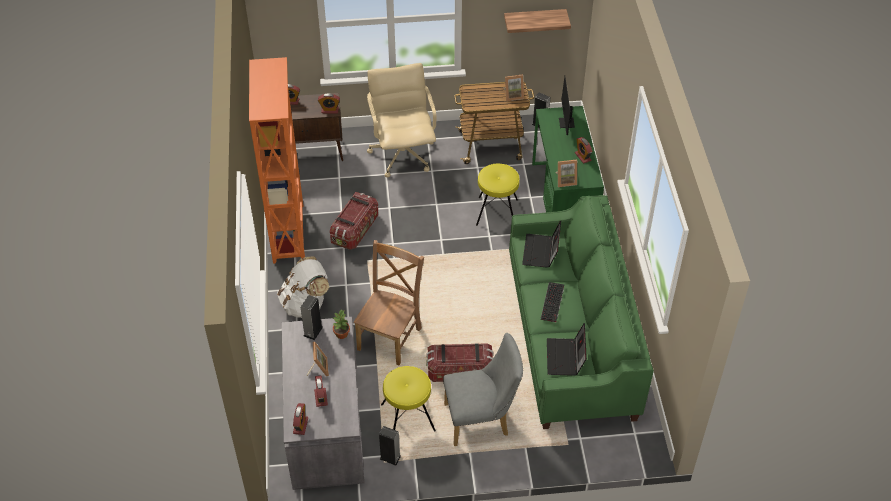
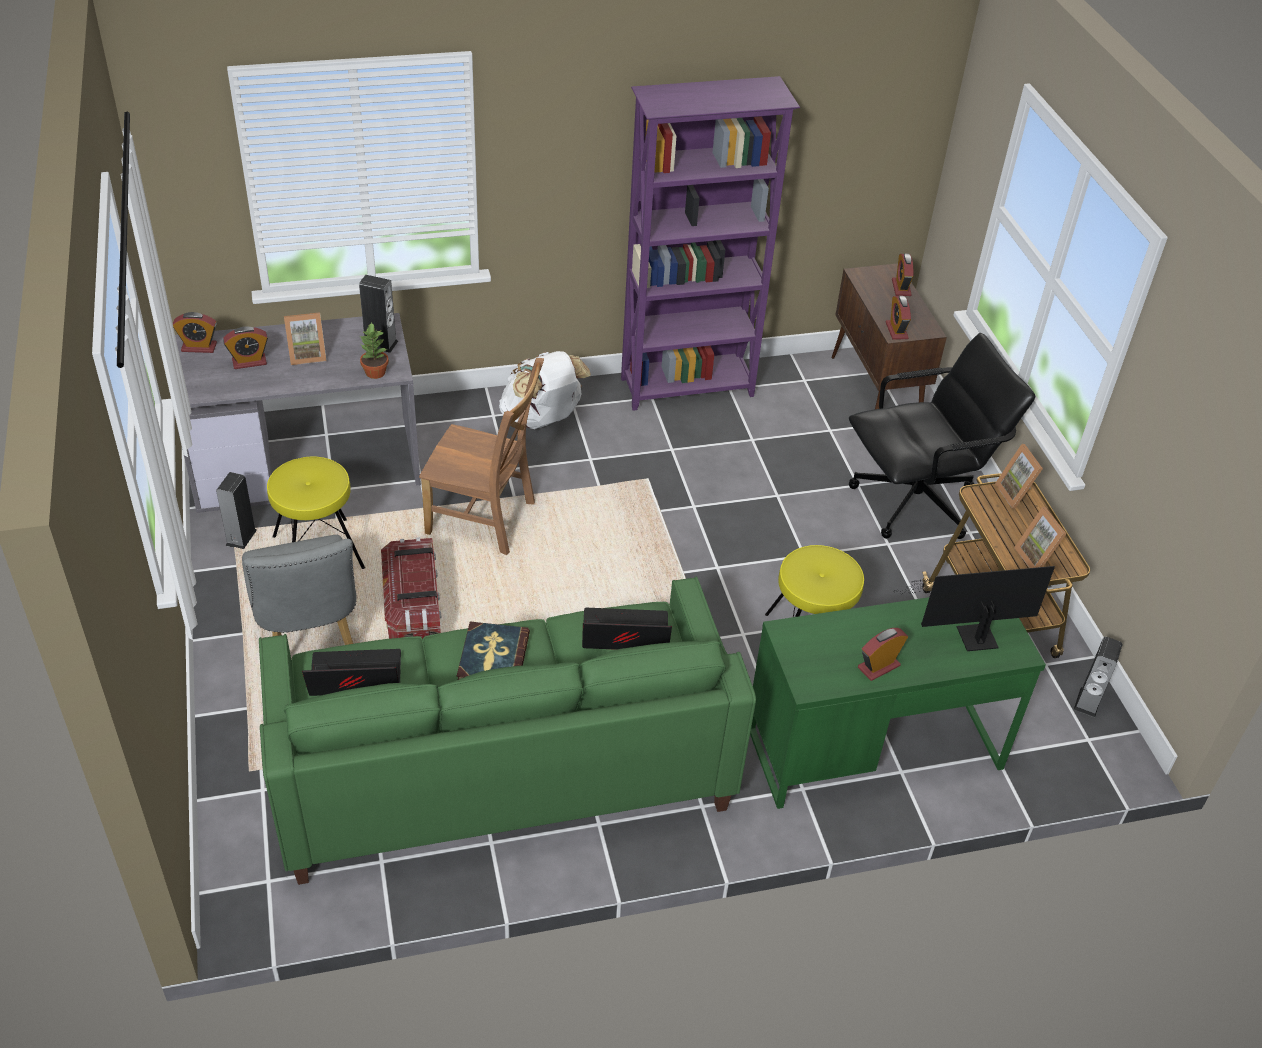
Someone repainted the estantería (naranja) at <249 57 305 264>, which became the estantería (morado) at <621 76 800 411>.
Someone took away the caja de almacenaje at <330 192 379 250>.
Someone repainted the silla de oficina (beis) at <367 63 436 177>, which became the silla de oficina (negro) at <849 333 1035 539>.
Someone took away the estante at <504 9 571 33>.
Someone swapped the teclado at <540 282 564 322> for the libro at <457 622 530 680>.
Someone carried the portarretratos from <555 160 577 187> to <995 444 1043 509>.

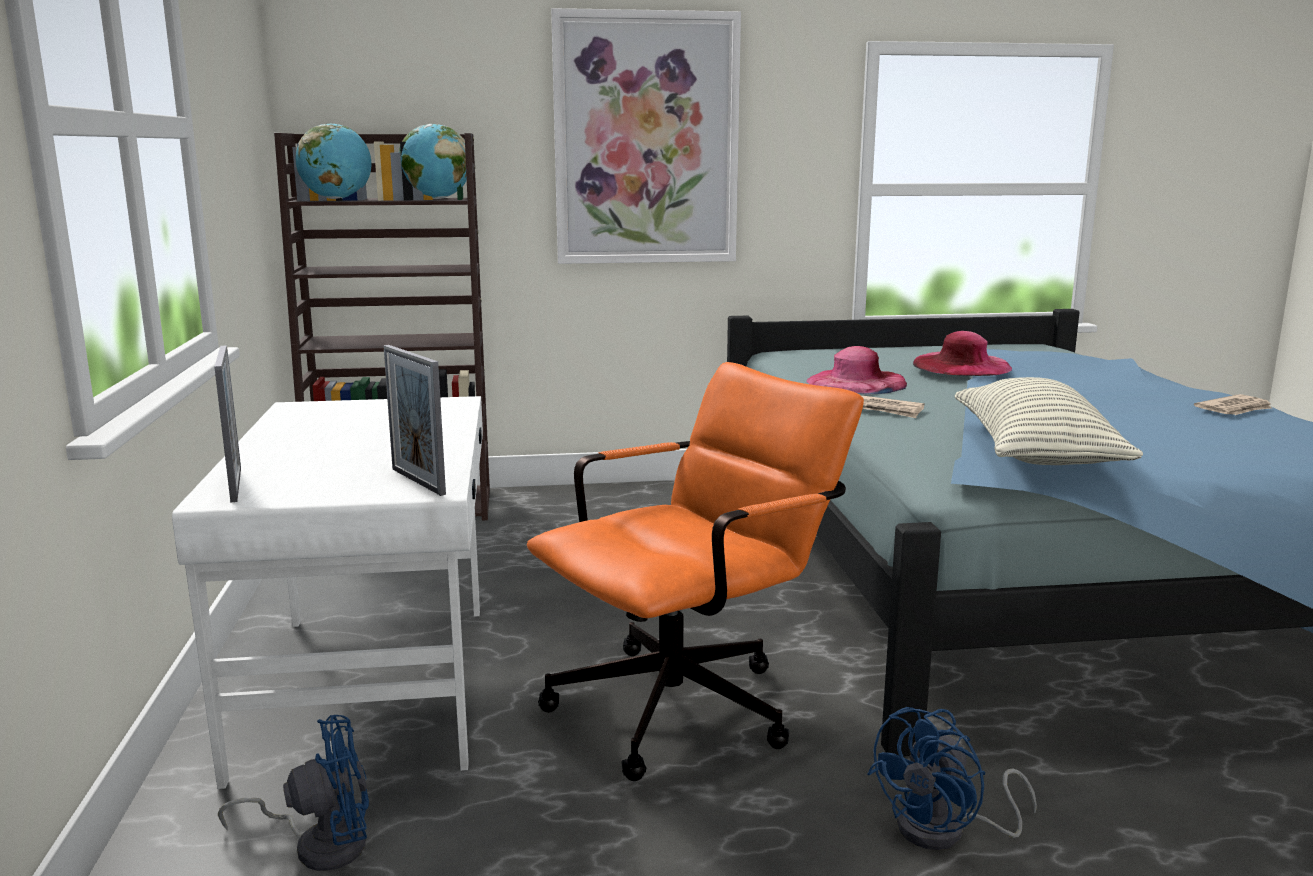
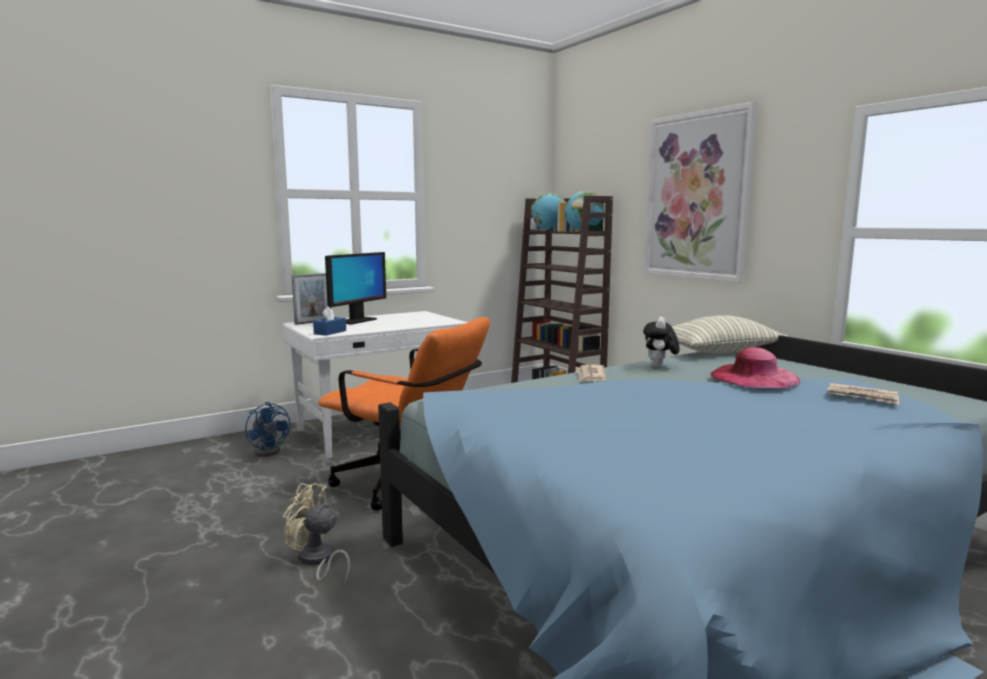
Someone swapped the portarretratos at <384 345 446 496> for the caja de pañuelos (azul) at <313 307 346 336>.
Someone swapped the sombrero (rosa) at <806 346 907 394> for the peluche at <643 316 680 367>.
Someone repainted the ventilador (azul) at <867 707 1037 850>, which became the ventilador (beis) at <283 483 350 585>.
Someone carried the cojín from <955 377 1143 465> to <672 315 789 354>.
Someone carried the periódico from <1194 394 1272 415> to <827 383 899 405>.
Someone put down the monitor at <325 252 386 325>.

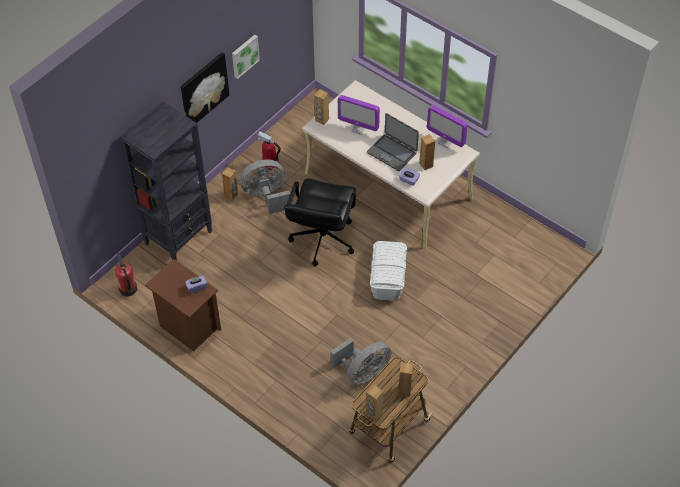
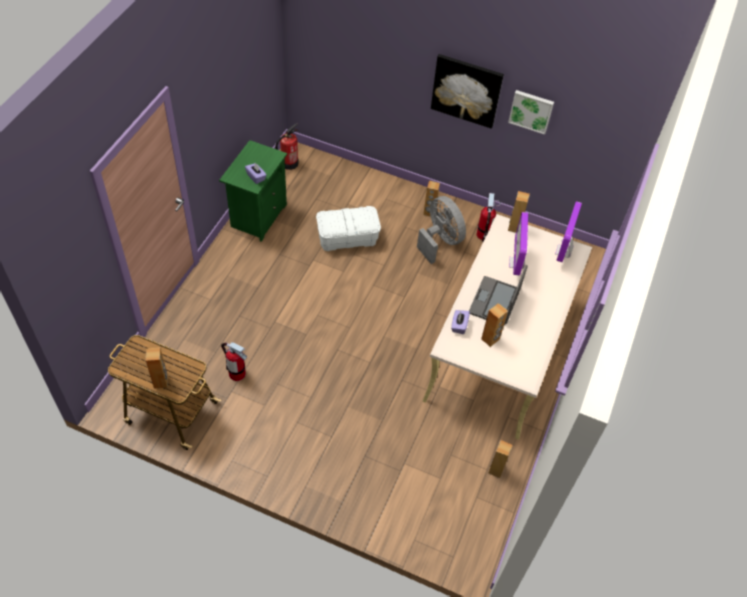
Someone took away the estantería (negro) at <120 101 212 261>.
Someone repainted the mesita de noche (marrón) at <145 259 221 351>, which became the mesita de noche (verde) at <219 140 287 242>.
Someone took away the silla de oficina (negro) at <284 179 356 266>.
Someone swapped the ventilador (gris) at <330 338 391 385> for the extintor at <221 342 247 381>.
Someone carried the altavoz (marrón) from <366 385 383 421> to <489 440 513 478>.
Someone carried the caja de almacenaje (blanco) from <370 241 407 301> to <316 206 381 251>.
Someone carried the monitor from <427 105 468 148> to <555 201 582 262>.

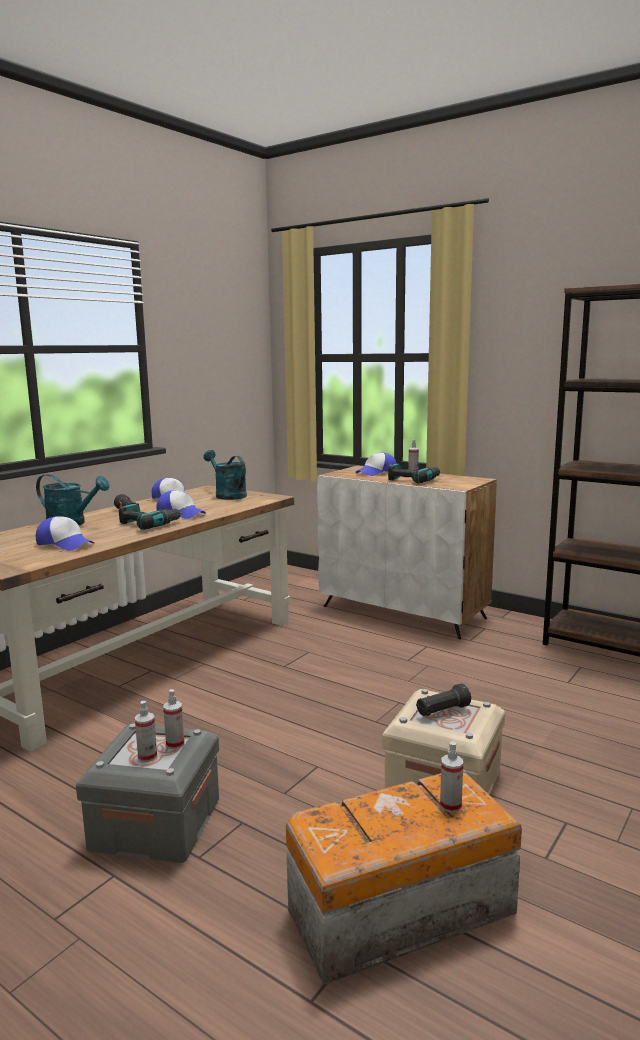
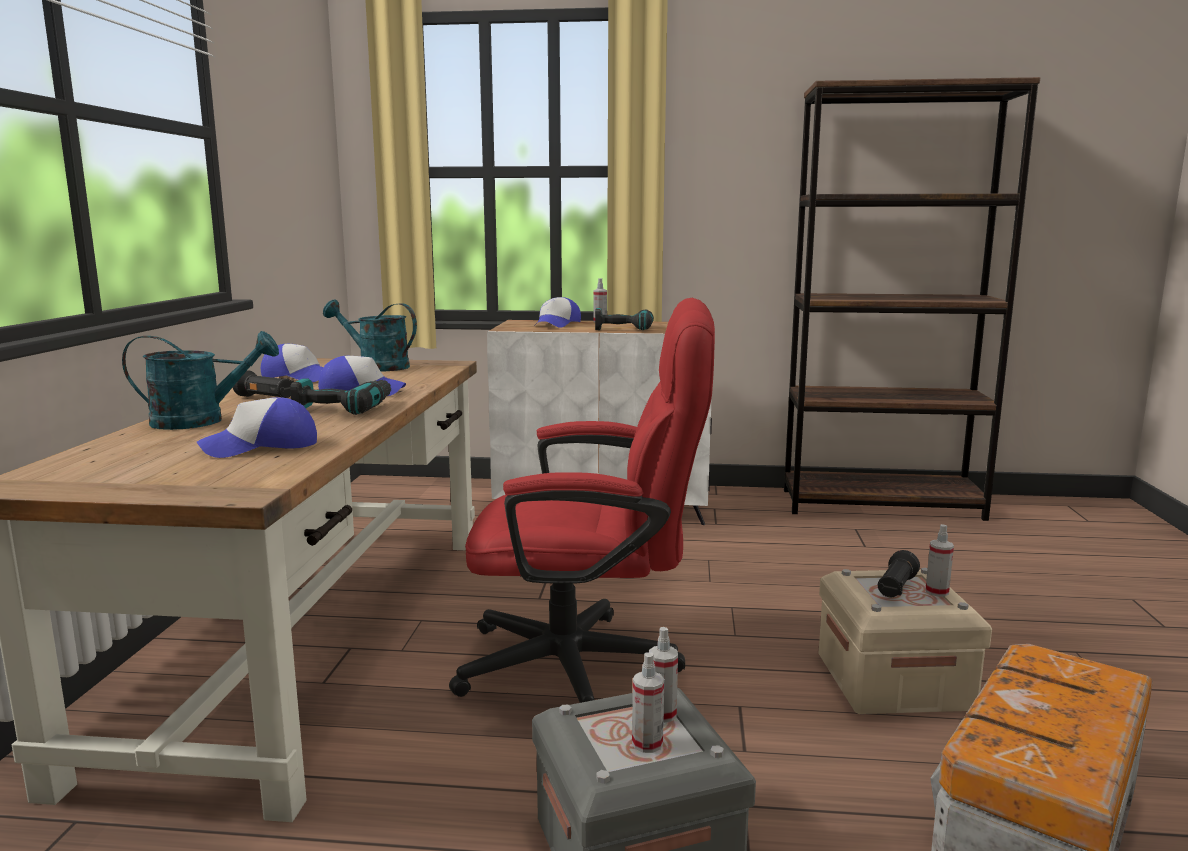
Someone rotated the gorra at <36 516 94 551> by 150 degrees clockwise.
Someone carried the pulverizador from <440 742 463 813> to <925 524 954 597>.
Someone put down the silla de oficina (rojo) at <449 298 715 703>.

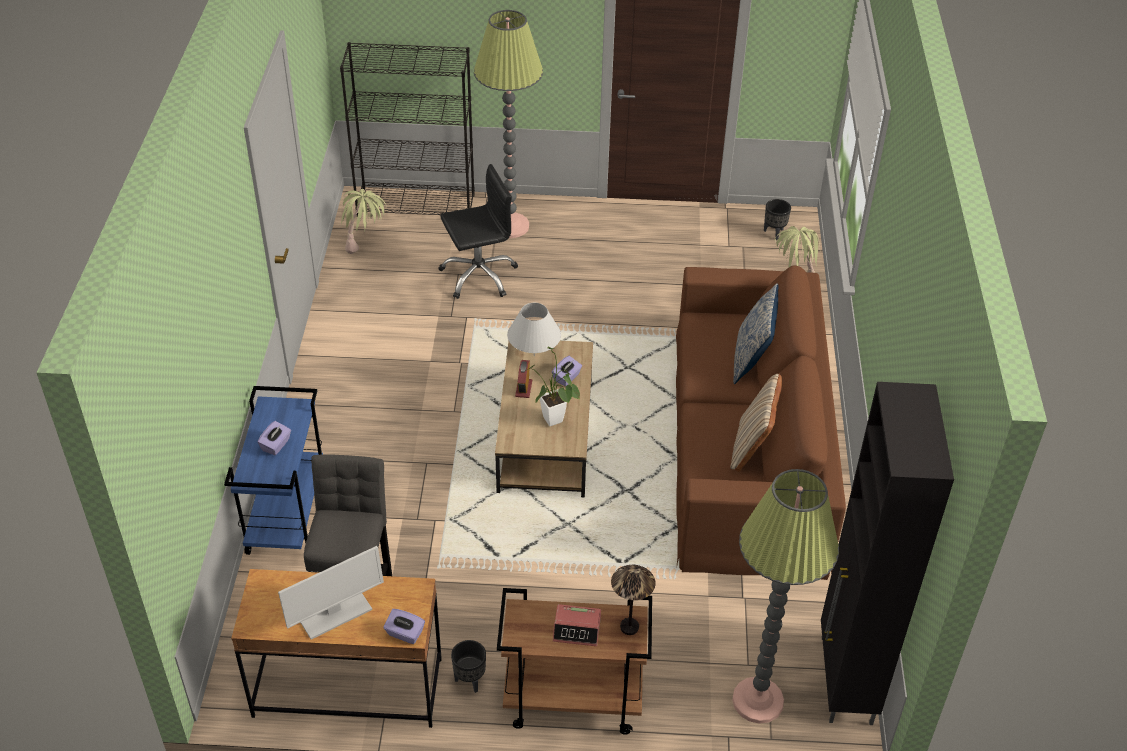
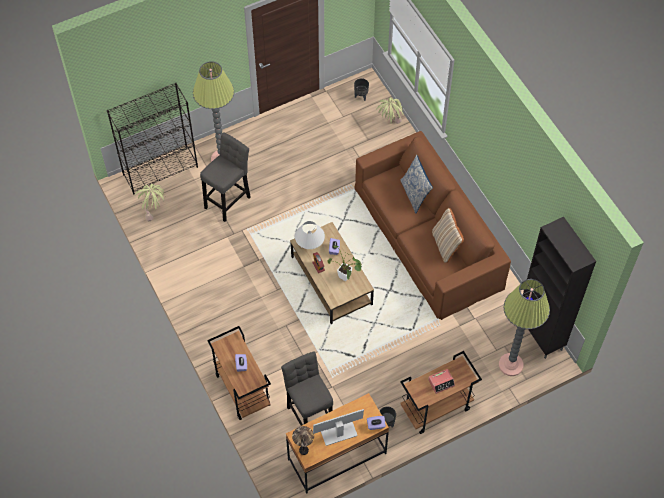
Someone repainted the carrito (azul) at <224 386 323 555>, which became the carrito (marrón) at <207 326 271 420>.
Someone rotated the monitor at <278 546 384 640> by 135 degrees counterclockwise.
Someone swapped the silla de oficina (negro) at <438 164 518 299> for the taburete (gris) at <200 132 251 222>.
Someone carried the lámpara de mesa from <611 565 655 635> to <292 426 314 455>.

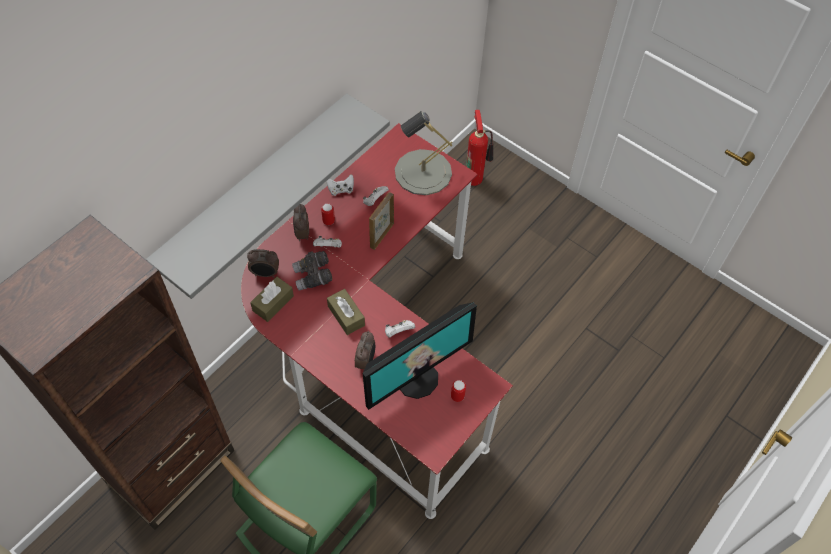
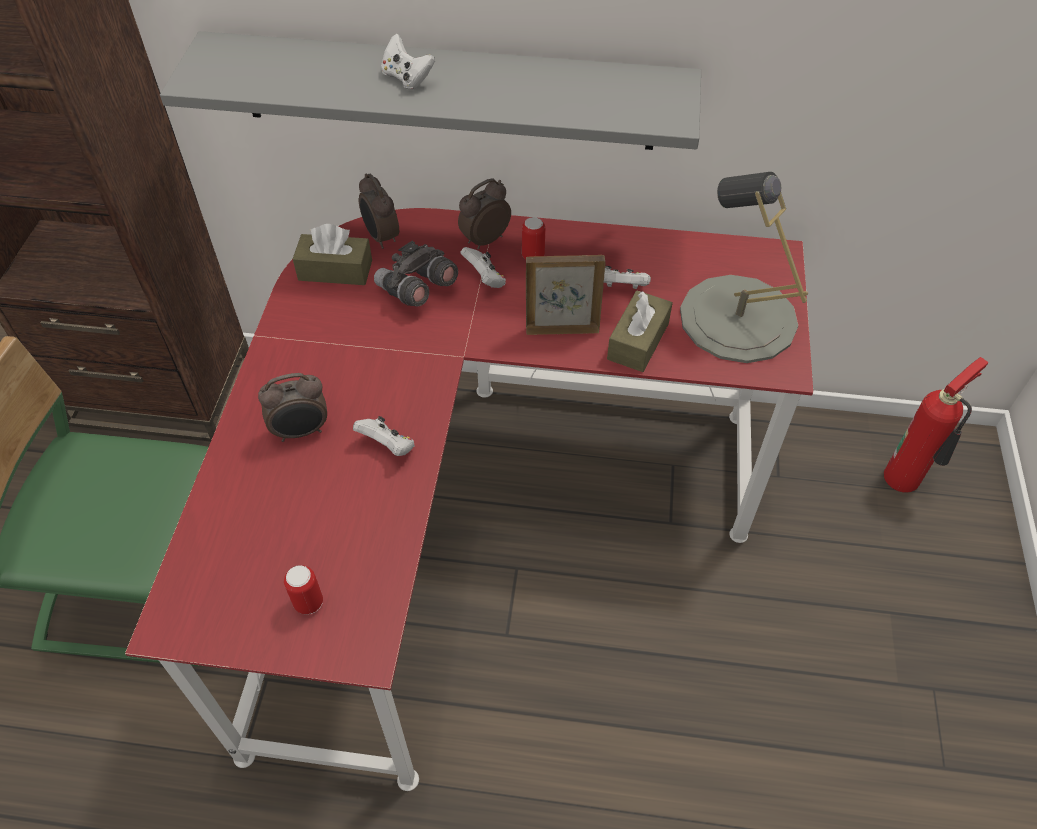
Someone carried the mando de consola (blanco) from <326 174 354 196> to <381 34 435 90>.
Someone carried the caja de pañuelos (marrón) from <327 289 365 335> to <607 291 673 372>.
Someone took away the monitor at <363 302 477 410>.

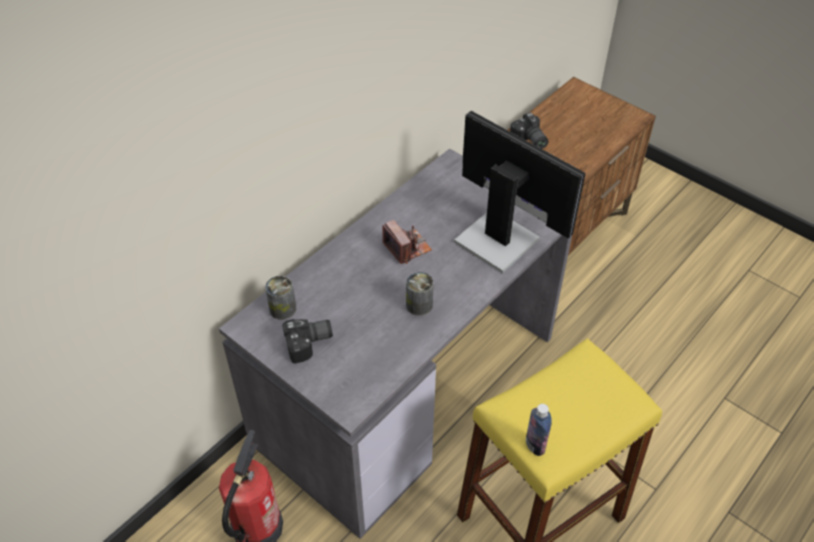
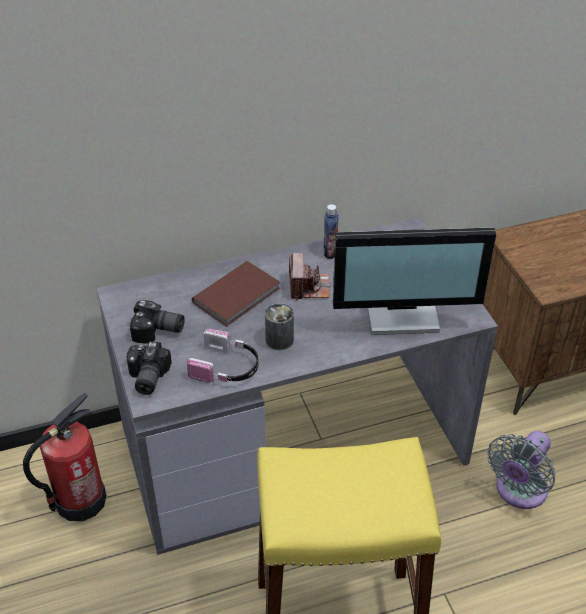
Someone took away the lata at <265 276 297 320>.
Someone rotated the monitor at <454 111 586 273> by 105 degrees clockwise.
Someone carried the cámara from <510 112 548 149> to <127 341 172 395>.
Someone carried the botella from <526 404 552 456> to <323 204 339 259>.
Someone put down the auriculares at <187 328 259 384>.
Someone put down the libro (marrón) at <192 261 281 327>.
Someone put down the ventilador (gris) at <488 431 556 509>.

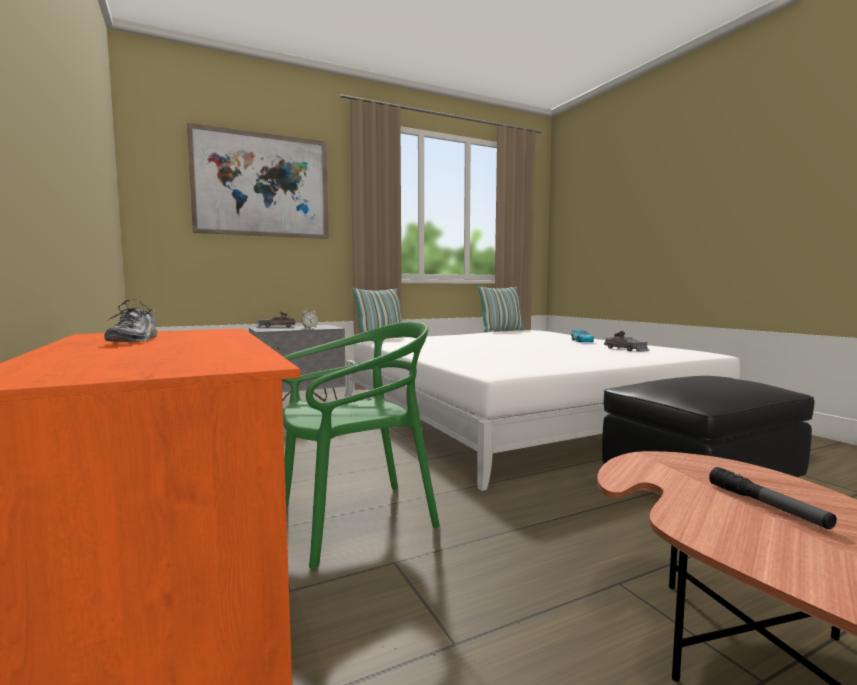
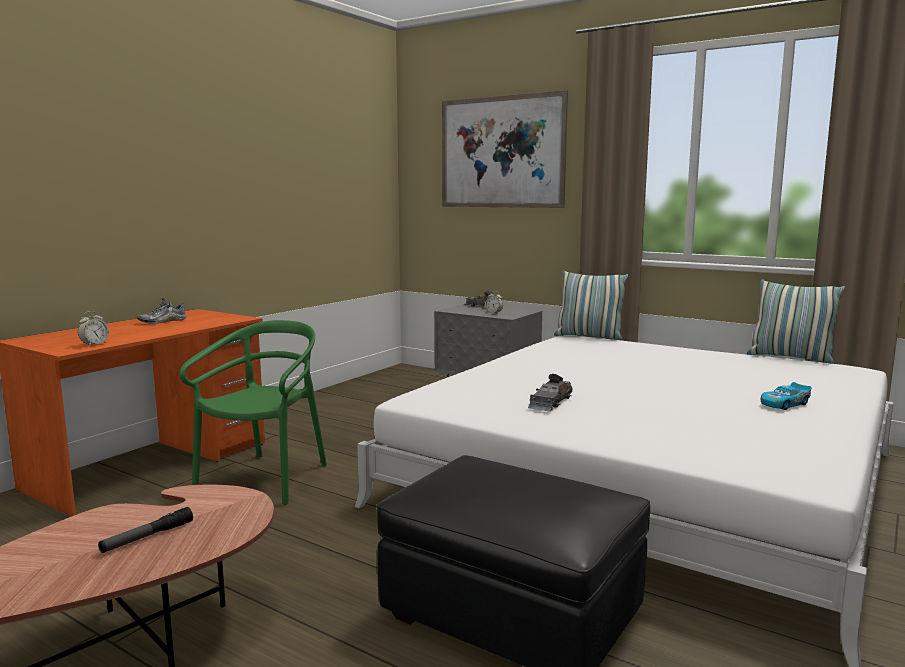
Someone rotated the silla (verde) at <282 322 440 569> by 105 degrees counterclockwise.
Someone carried the coche de juguete (gris) from <604 331 650 352> to <528 374 572 412>.
Someone put down the despertador at <78 311 109 346>.

